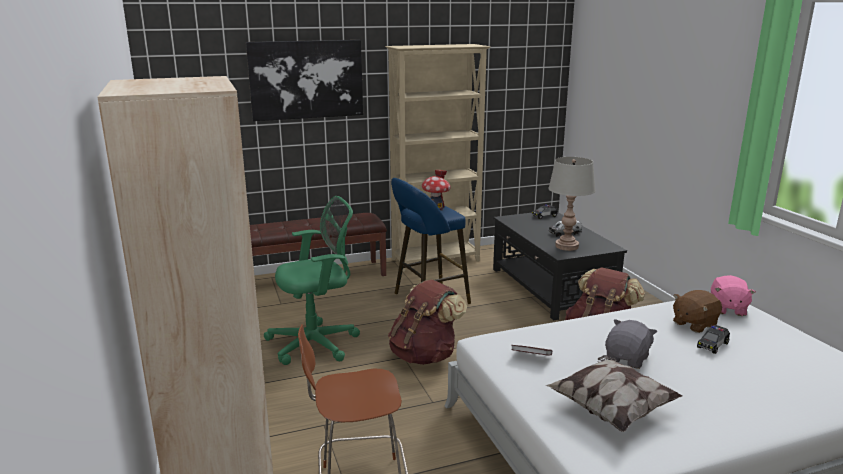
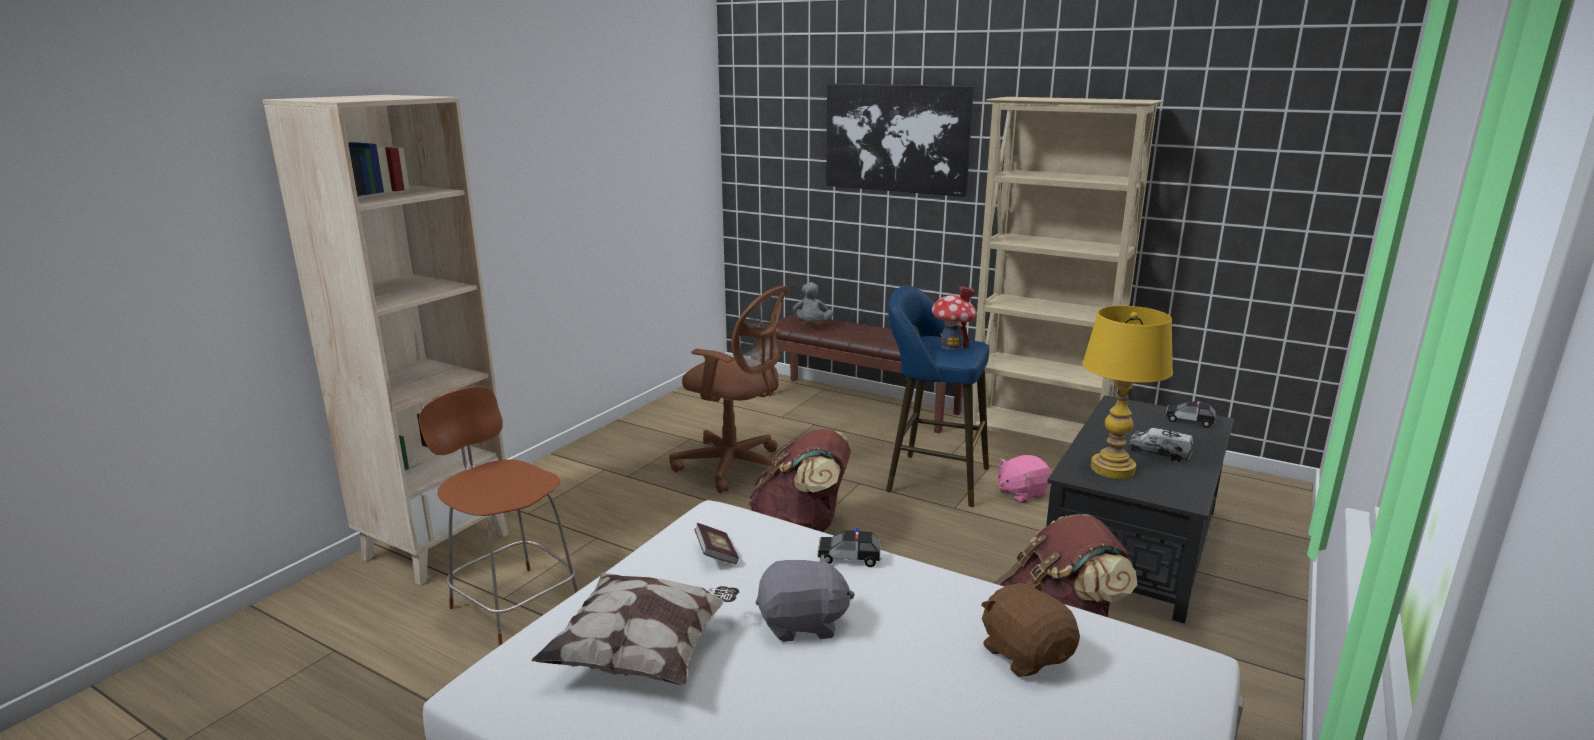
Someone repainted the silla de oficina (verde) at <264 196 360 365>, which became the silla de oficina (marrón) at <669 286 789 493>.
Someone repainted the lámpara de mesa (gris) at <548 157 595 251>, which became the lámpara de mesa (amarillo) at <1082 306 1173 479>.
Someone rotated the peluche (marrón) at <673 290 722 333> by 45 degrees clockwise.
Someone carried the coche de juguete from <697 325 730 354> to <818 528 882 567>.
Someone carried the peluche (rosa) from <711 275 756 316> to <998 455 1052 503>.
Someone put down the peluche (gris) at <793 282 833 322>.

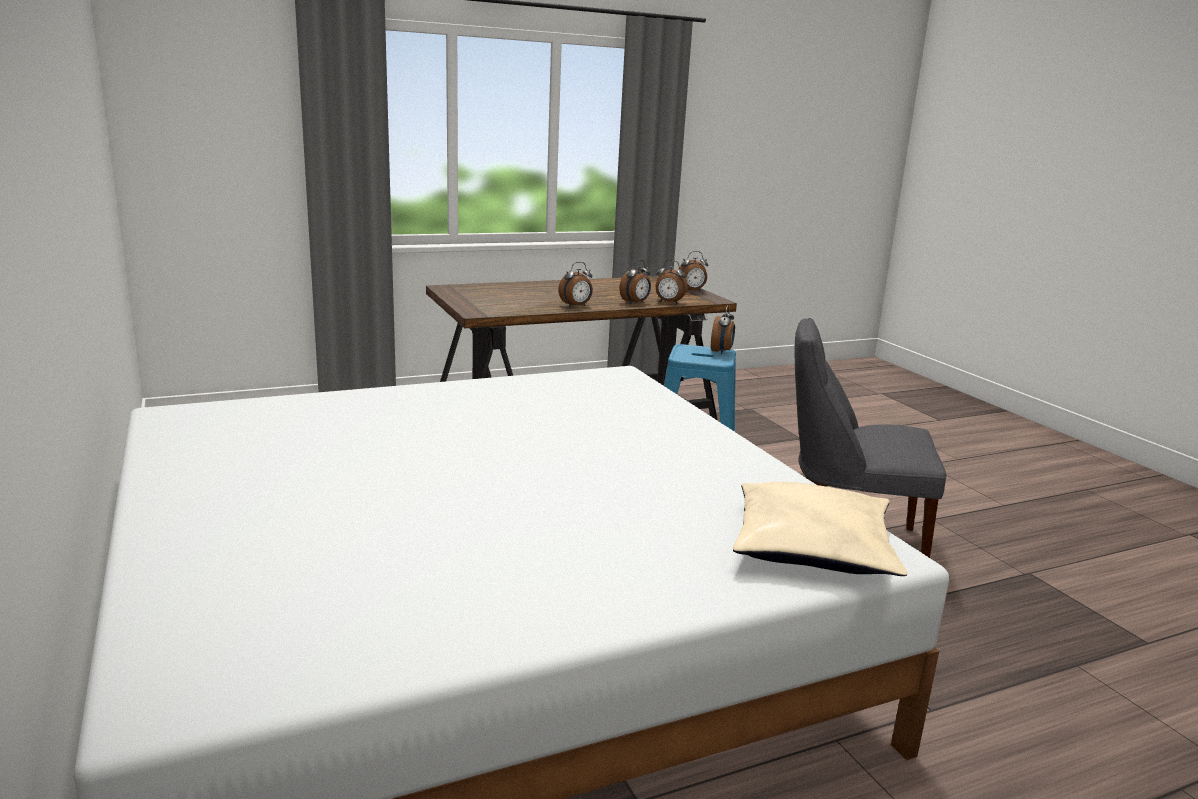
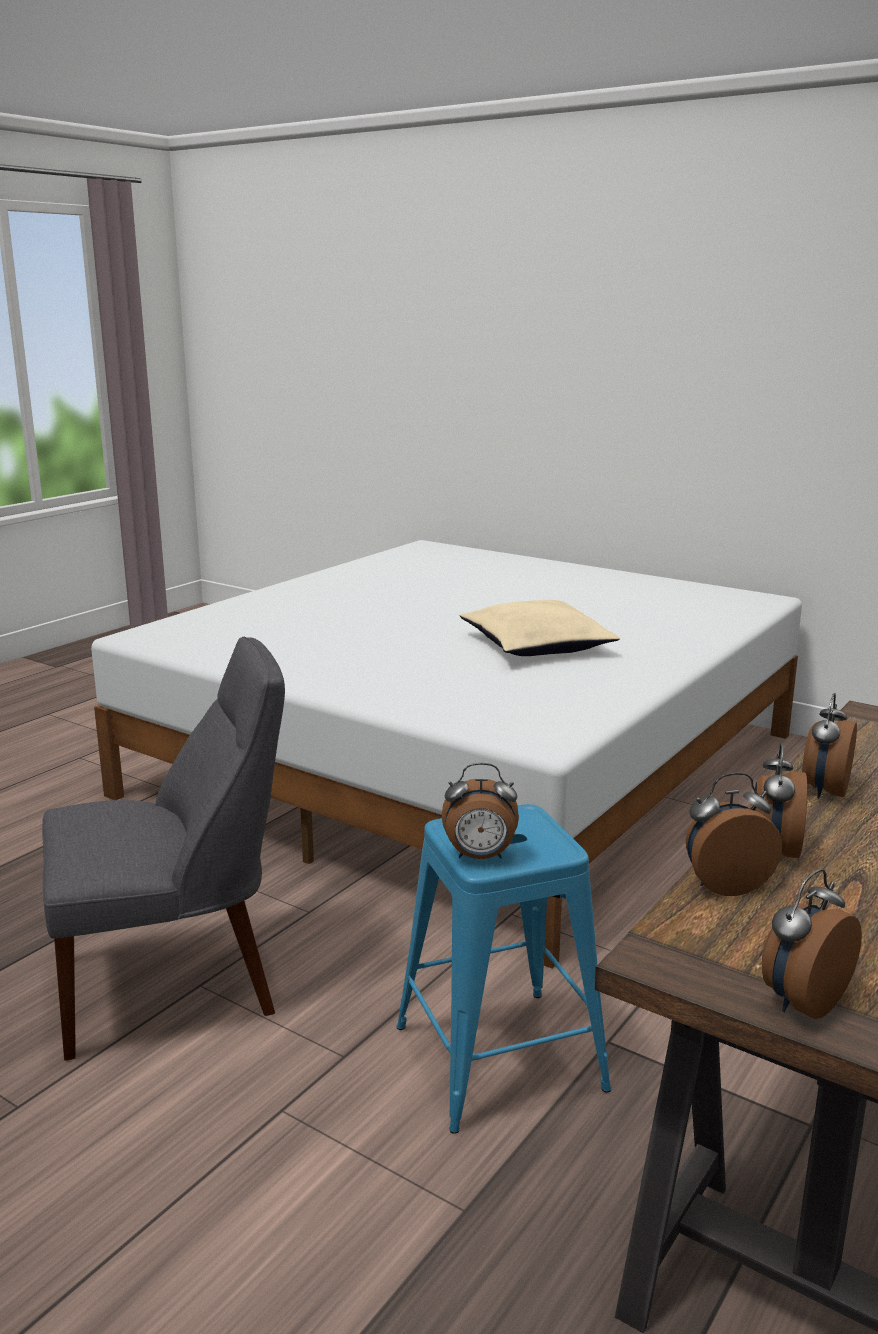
Someone rotated the despertador at <711 305 735 354> by 75 degrees counterclockwise.
Someone carried the cojín (beis) from <733 482 907 576> to <460 600 620 656>.

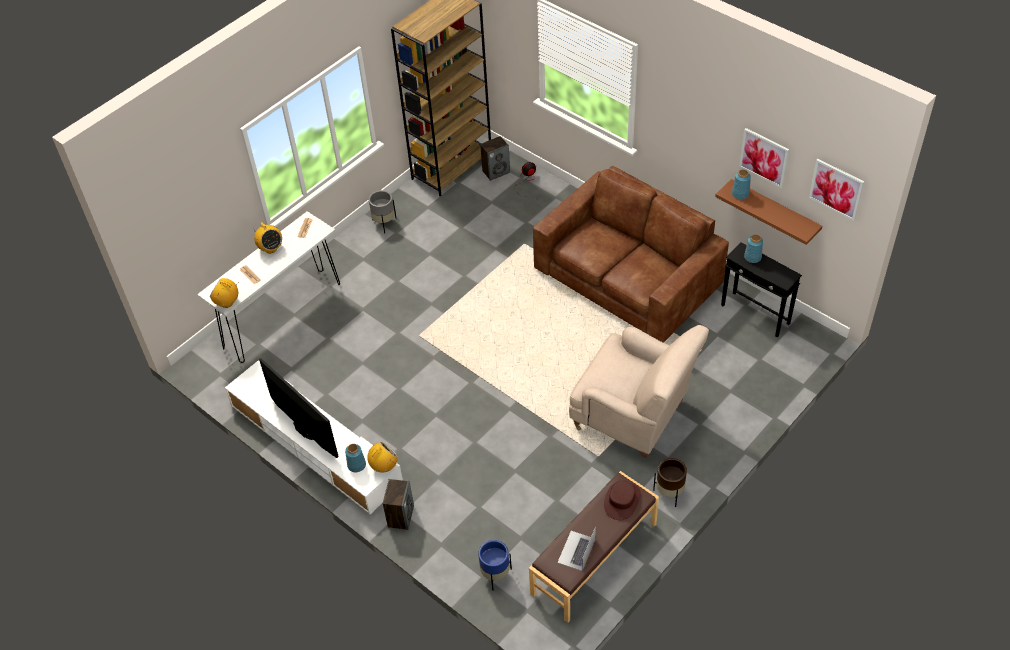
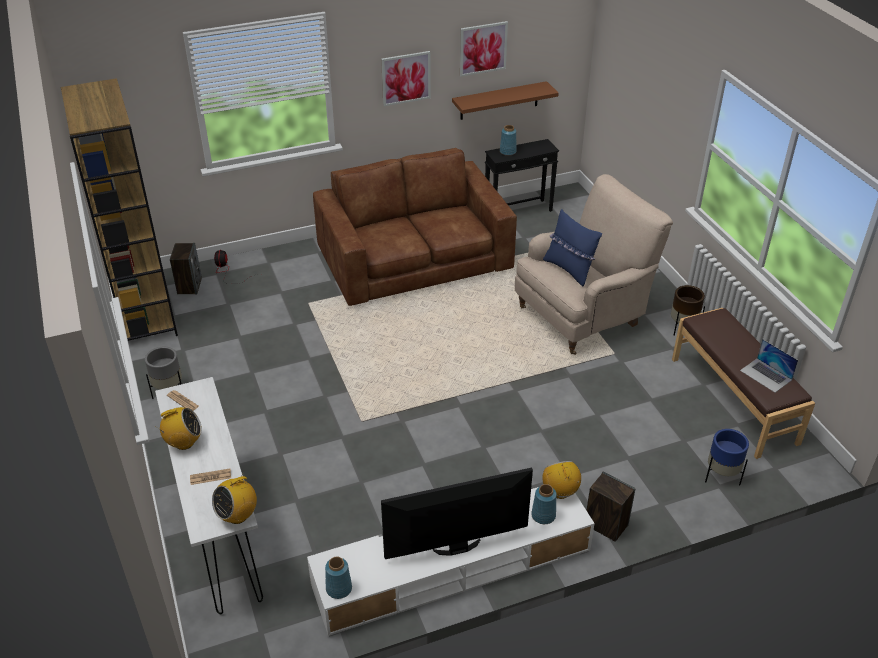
Someone took away the sombrero (marrón) at <604 481 641 520>.
Someone carried the florero (azul) from <732 169 751 199> to <325 557 352 599>.
Someone carried the cuadro from <809 159 864 221> to <381 51 431 106>.
Someone put down the cojín (azul) at <543 209 602 287>.

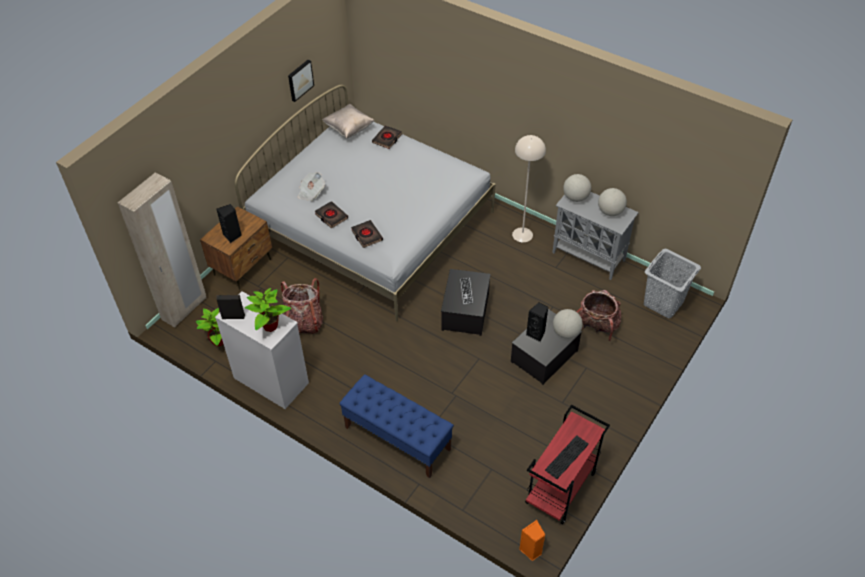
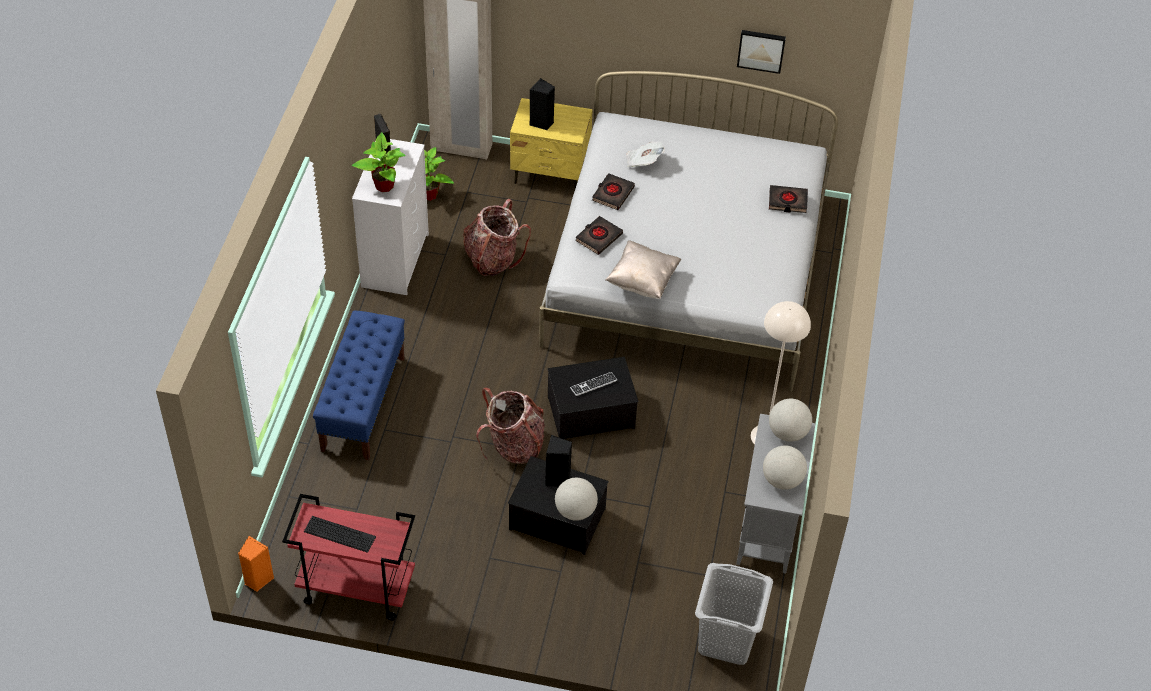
Someone repainted the mesita de noche (marrón) at <200 206 272 289>, which became the mesita de noche (amarillo) at <510 98 593 189>.
Someone carried the cojín (beis) from <322 104 375 138> to <605 240 681 299>.
Someone carried the mochila from <577 290 621 342> to <476 388 545 464>.

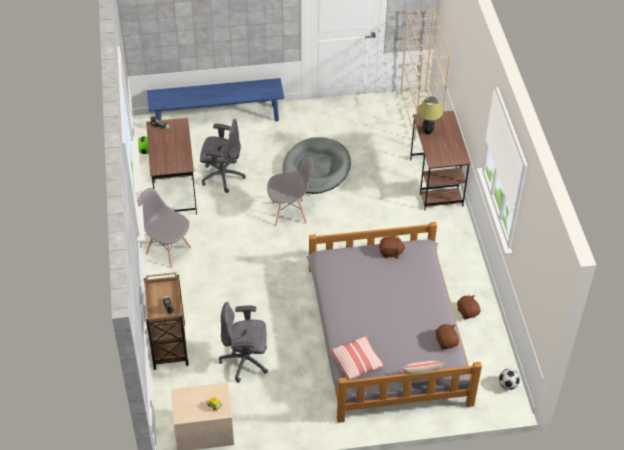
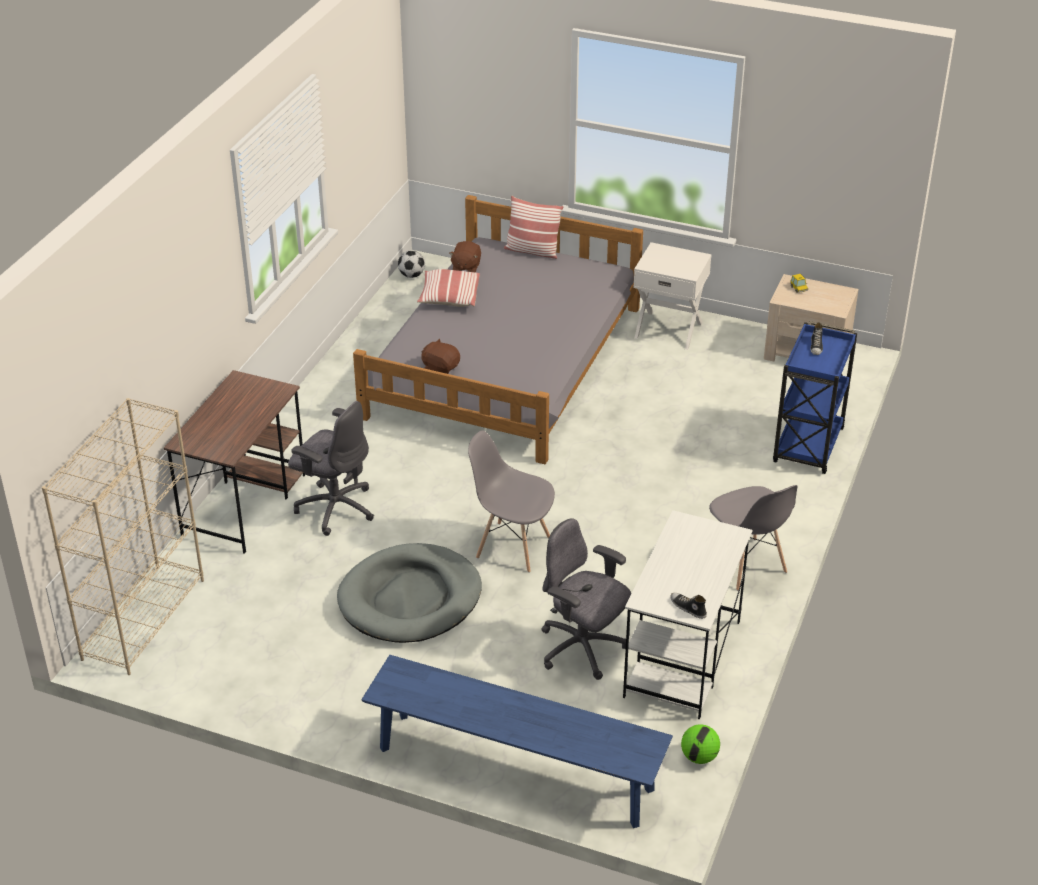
Someone repainted the carrito (marrón) at <144 272 189 370>, which became the carrito (azul) at <773 321 857 474>.
Someone repainted the escritorio (marrón) at <146 118 197 215>, which became the escritorio (blanco) at <623 510 753 719>.
Someone carried the silla de oficina (gris) from <219 302 268 383> to <288 401 374 536>.
Someone carried the cojín from <330 335 385 380> to <417 269 480 307>.
Someone took away the lámpara de mesa at <417 96 443 134>.
Someone took away the peluche (marrón) at <457 295 480 319>.
Someone put down the mesita de noche (blanco) at <633 242 712 350>.

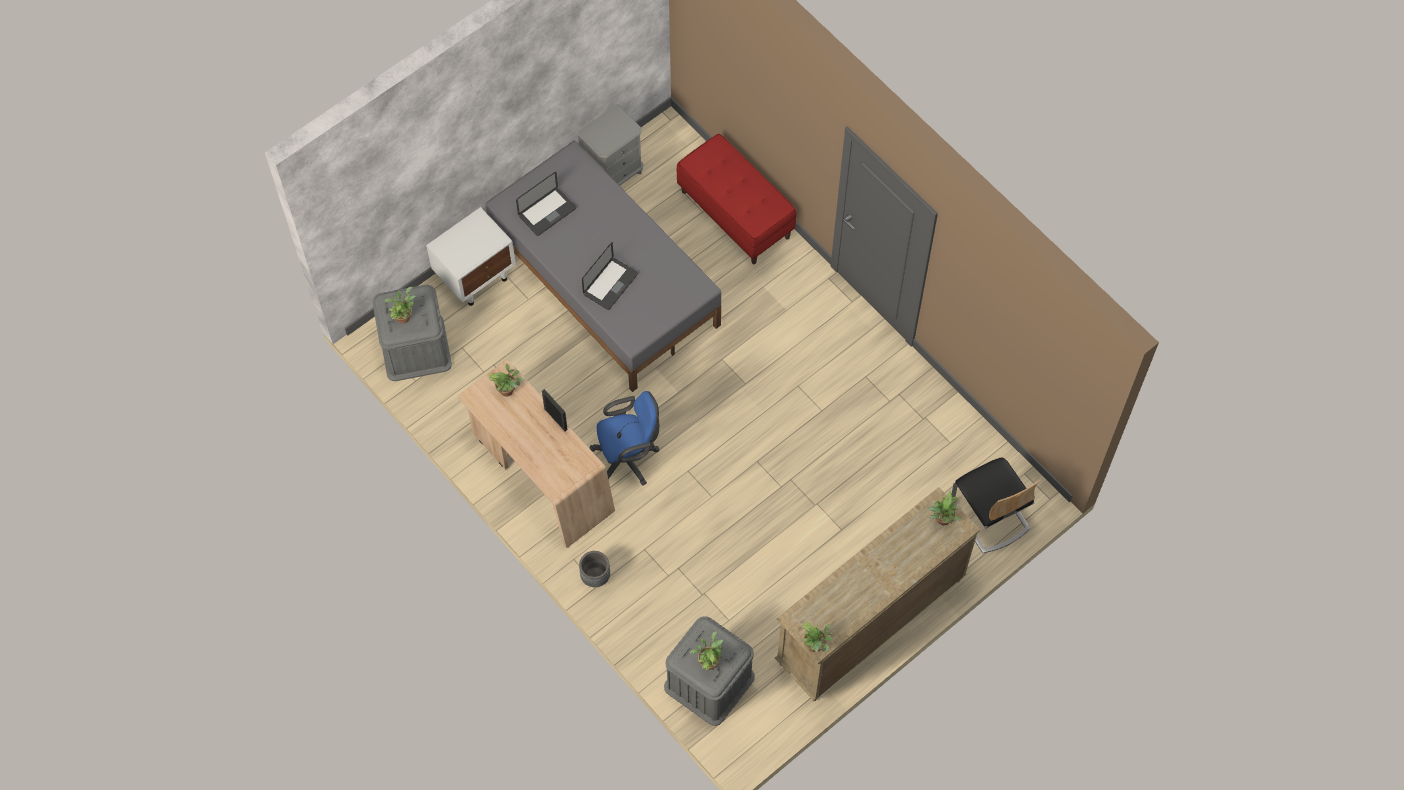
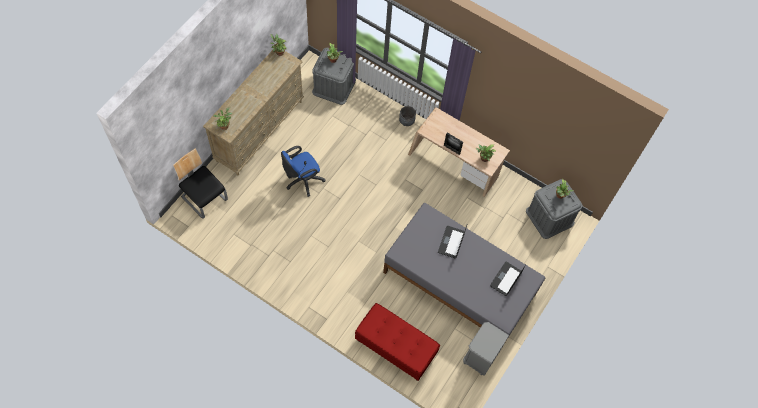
Someone took away the mesita de noche (blanco) at <426 207 516 306>.
Someone carried the silla de oficina (azul) from <589 391 660 486> to <281 146 325 197>.

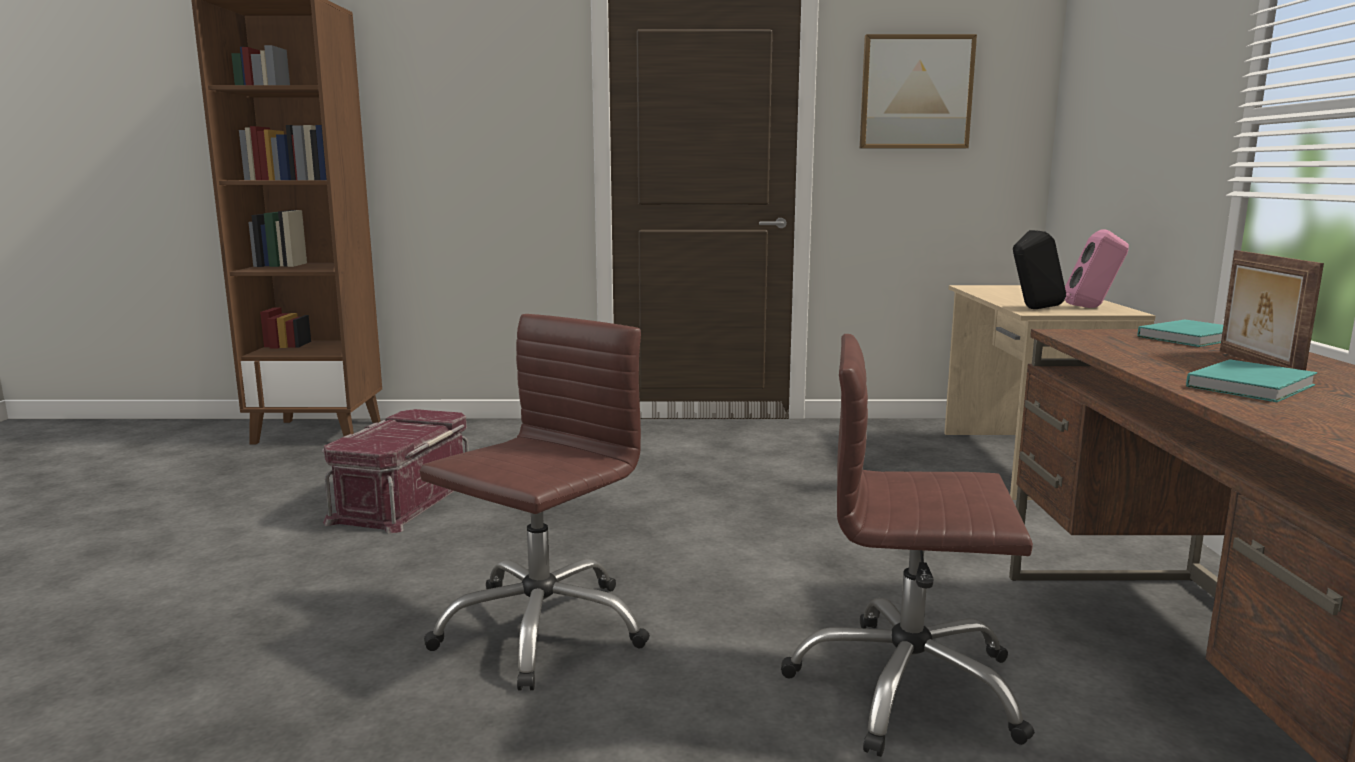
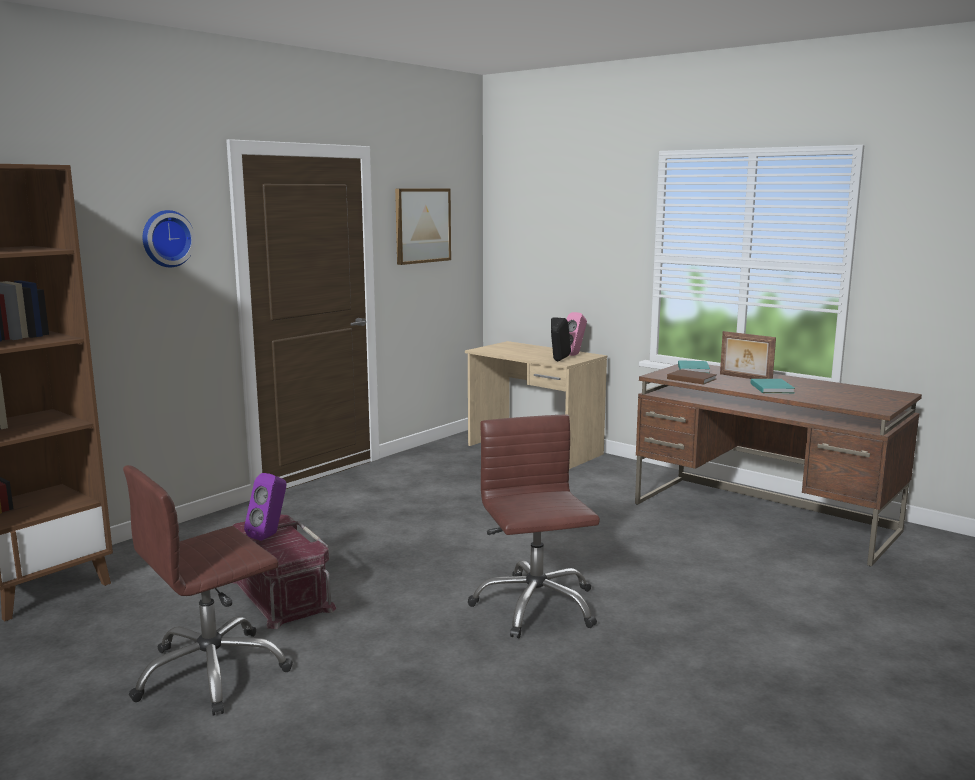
Someone carried the silla de oficina (marrón) from <781 334 1035 757> to <123 465 293 716>.
Someone put up the reloj de pared at <143 210 195 267>.
Someone put down the altavoz (morado) at <244 473 287 541>.
Someone put down the libro (marrón) at <667 369 717 385>.

